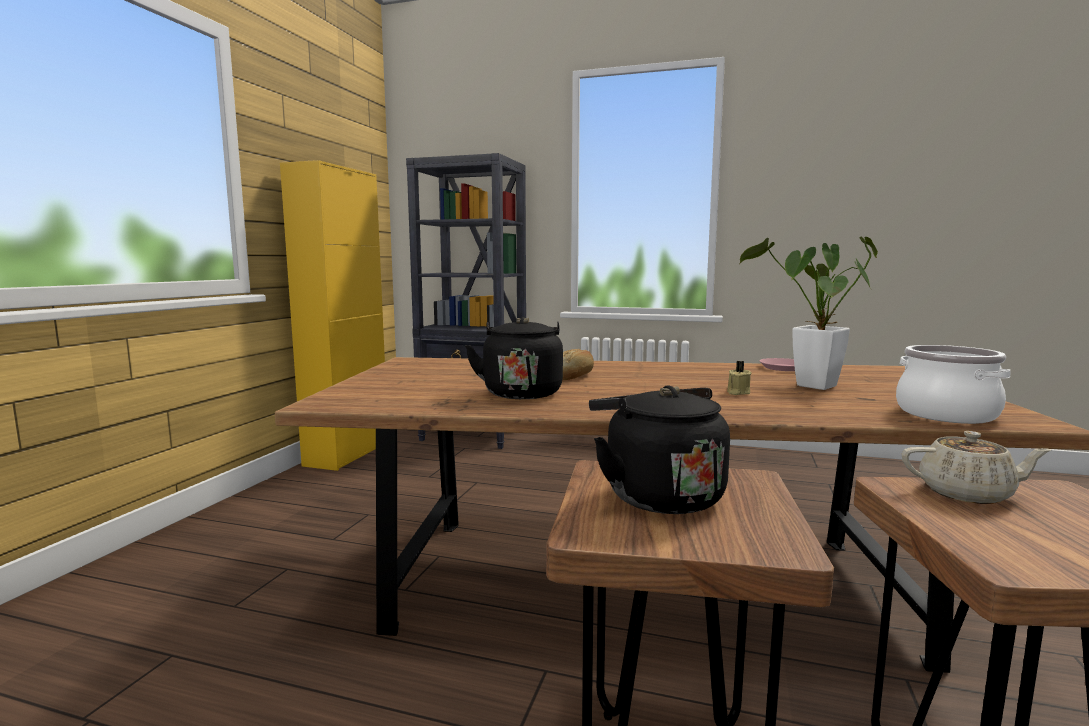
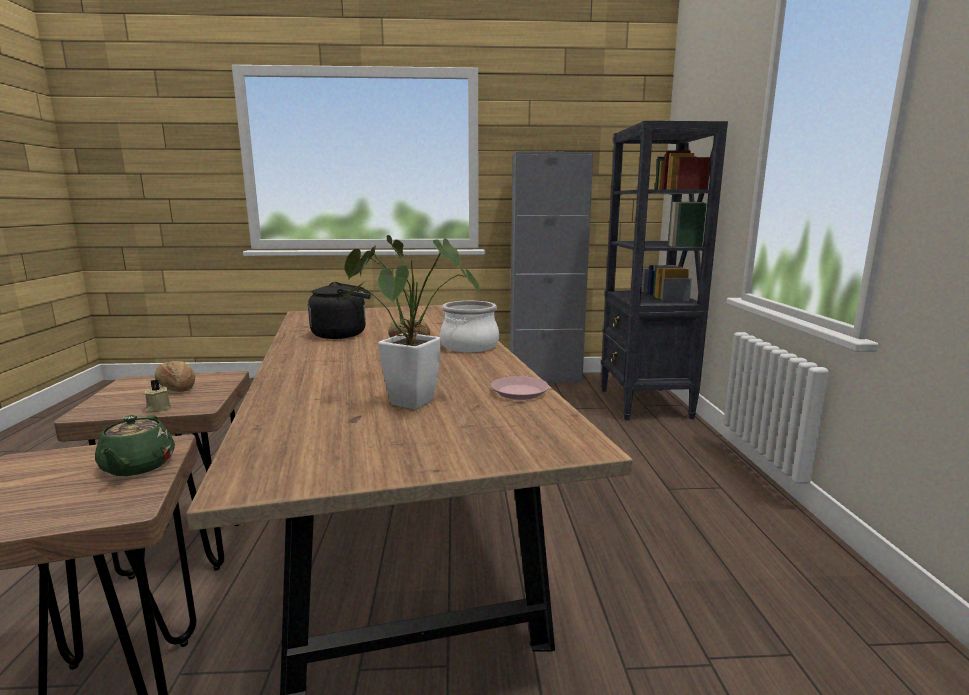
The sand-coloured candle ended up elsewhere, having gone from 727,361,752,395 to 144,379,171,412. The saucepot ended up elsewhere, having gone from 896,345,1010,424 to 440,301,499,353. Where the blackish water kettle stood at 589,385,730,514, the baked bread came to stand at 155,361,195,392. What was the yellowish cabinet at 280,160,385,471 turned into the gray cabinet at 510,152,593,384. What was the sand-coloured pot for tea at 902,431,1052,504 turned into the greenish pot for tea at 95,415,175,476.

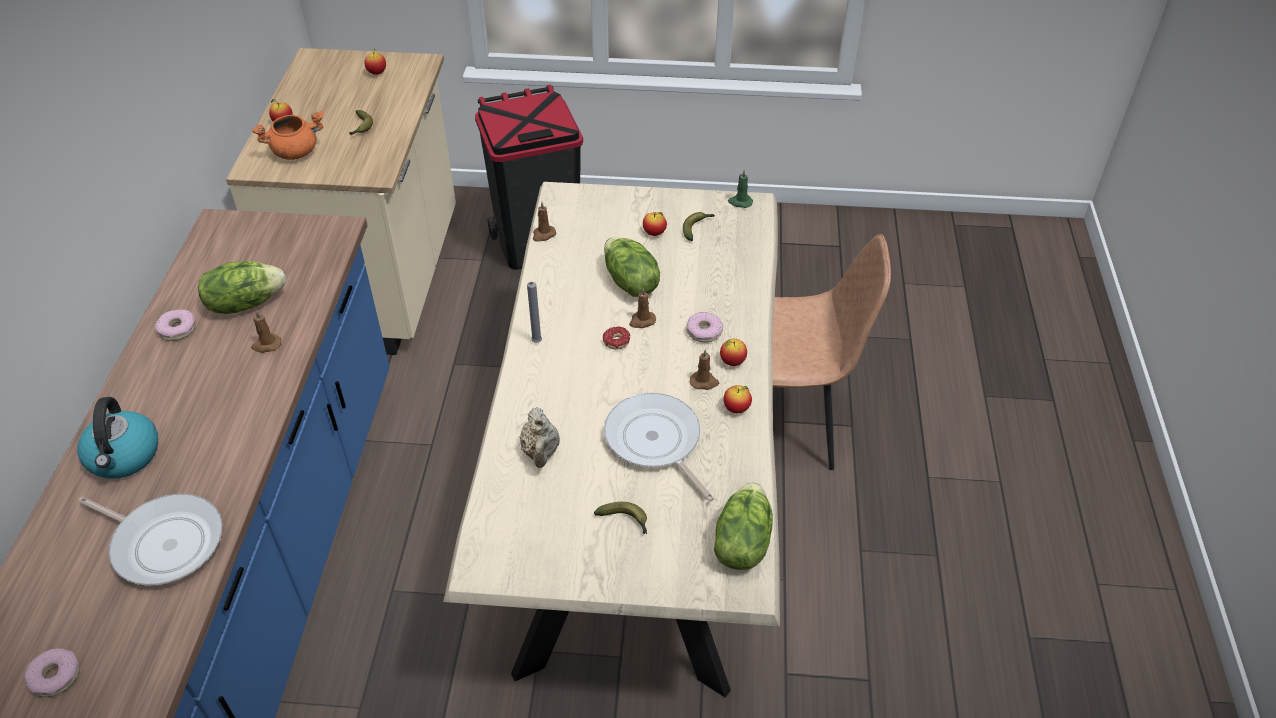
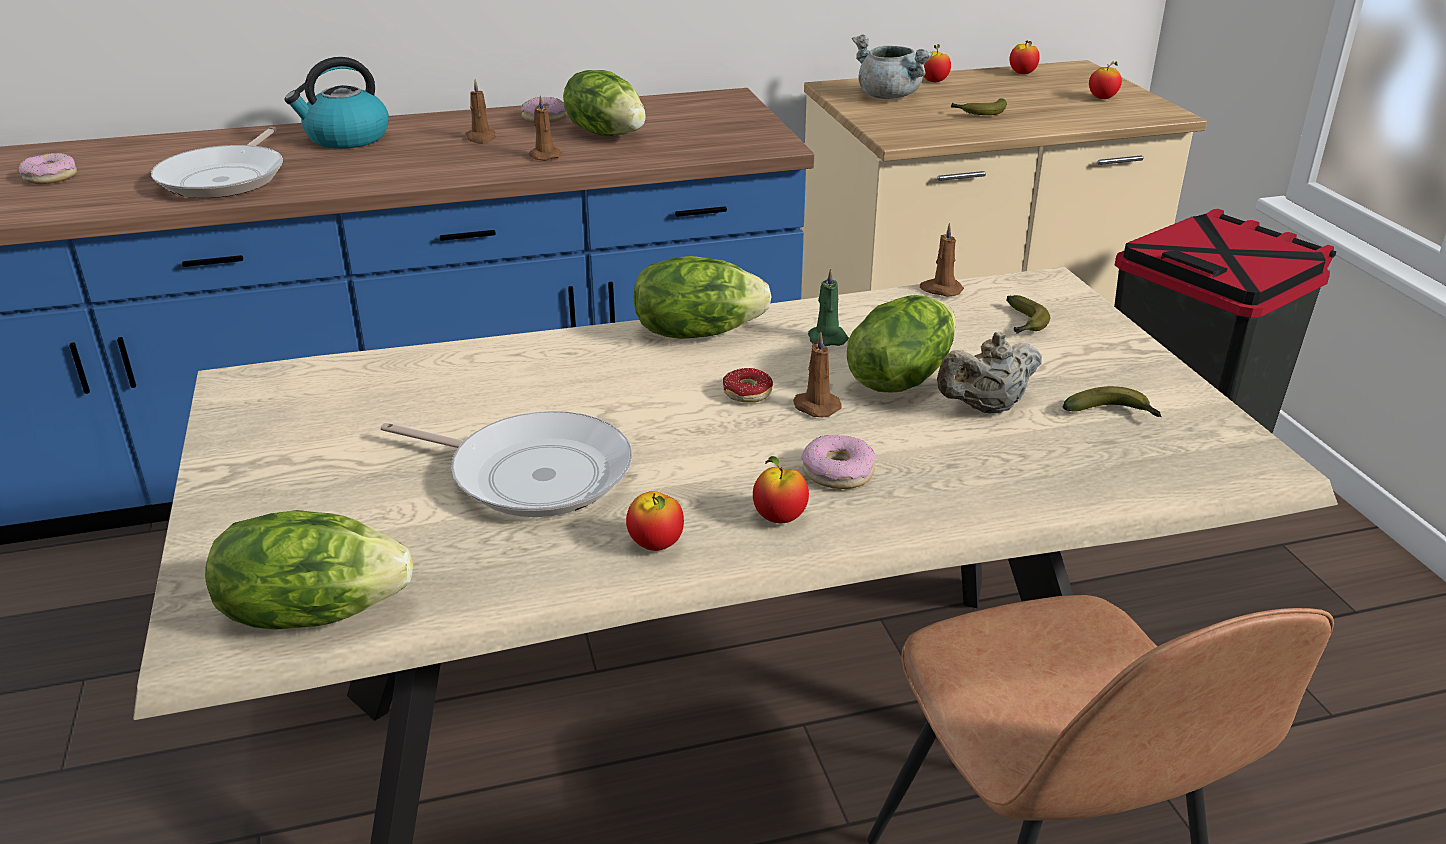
The sand-coloured pot for tea ended up elsewhere, having gone from 520,407,560,468 to 937,332,1042,414. The banana ended up elsewhere, having gone from 594,502,647,534 to 1006,295,1050,334. The apple ended up elsewhere, having gone from 643,212,667,236 to 1010,41,1040,74. The brown candle ended up elsewhere, having gone from 690,349,719,390 to 465,79,496,144. The greenish candle ended up elsewhere, having gone from 728,170,753,208 to 808,268,849,346. Where the gray candle stood at 527,282,542,343, the head of lettuce came to stand at 633,256,772,339. What was the orangey saucepot at 252,111,324,160 turned into the gray saucepot at 852,34,933,99. The pan at 604,393,714,502 ended up facing another way, 75 degrees clockwise from before.

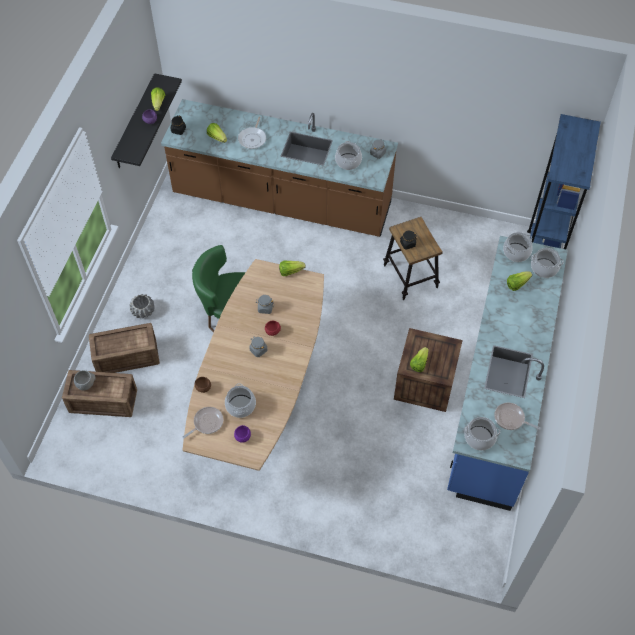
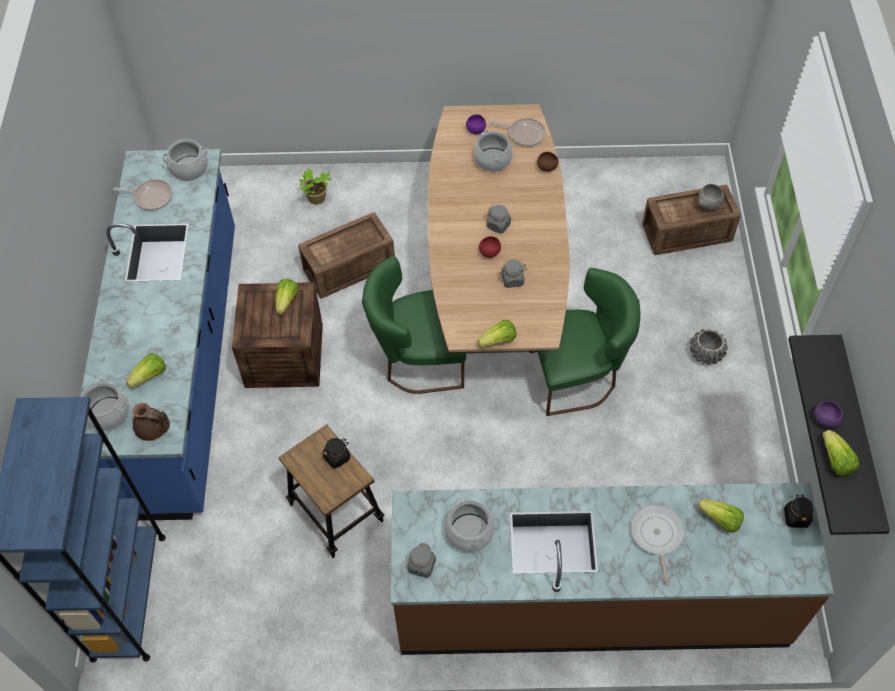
The second view gained the potted plant at 299,169,332,205. The second view gained the greenish plain chair at 362,256,466,394. The packing crate ended up elsewhere, having gone from 89,323,160,373 to 298,212,395,299. Where the saucepot stood at 503,232,533,262, the brown pot for tea came to stand at 132,403,170,441. The pan at 182,407,223,439 ended up facing another way, 105 degrees counterclockwise from before.

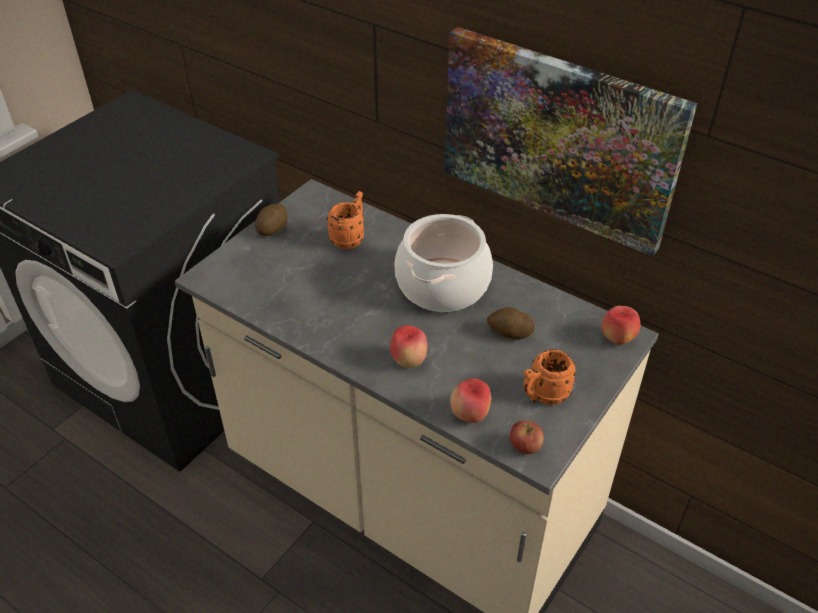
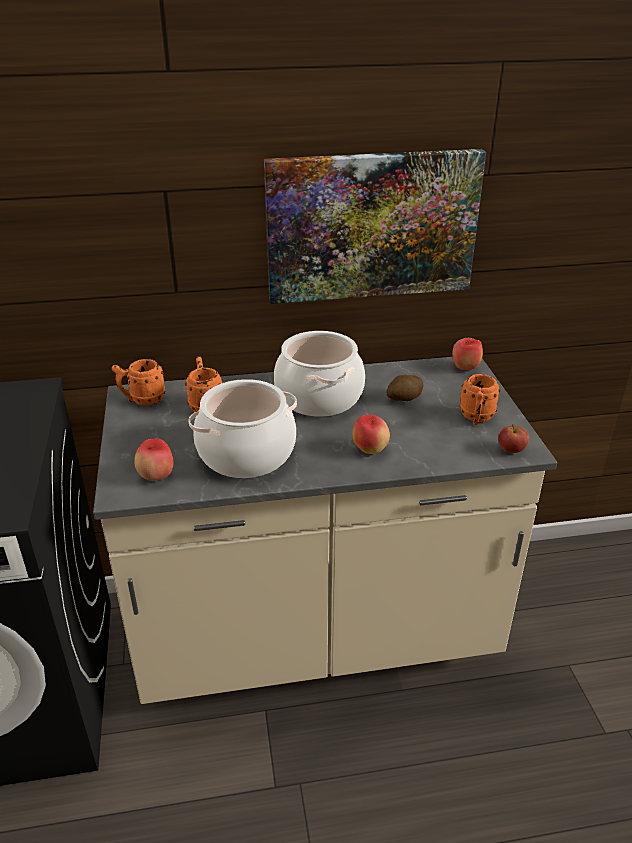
The second view lost the whole potato at 255,204,287,236. The second view gained the orangey tea mug at 112,359,165,406. The second view gained the saucepot at 189,379,297,478. The apple ended up elsewhere, having gone from 450,378,491,423 to 134,438,173,481.

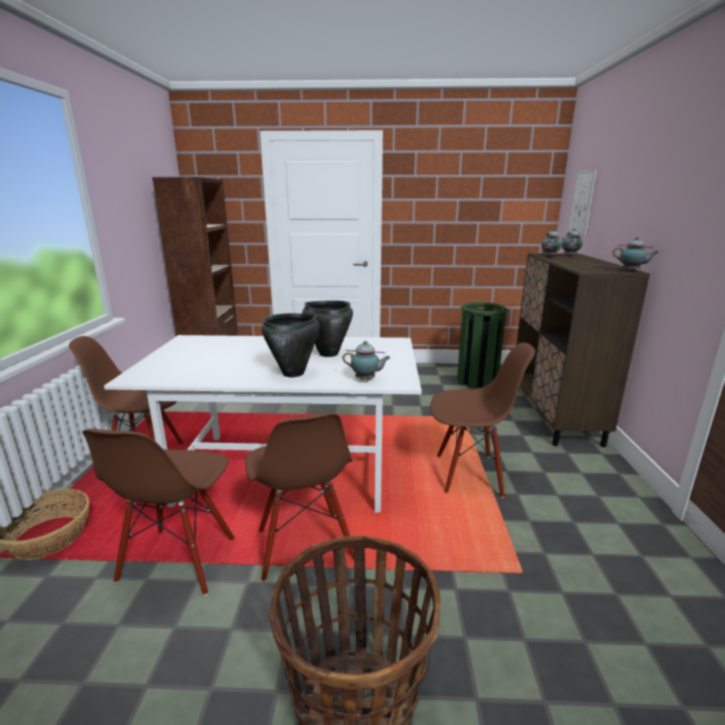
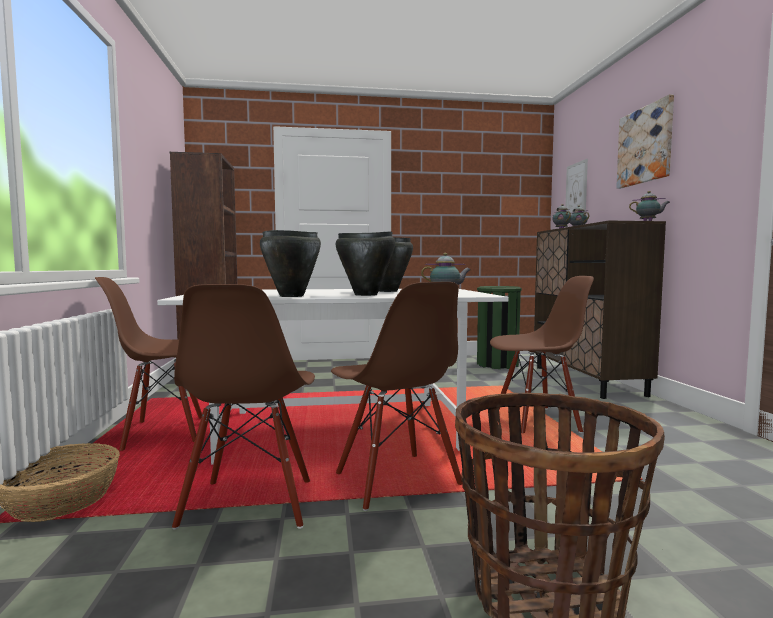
The second view gained the blackish saucepot at 260,230,321,297. The second view gained the wall art at 616,94,674,189.

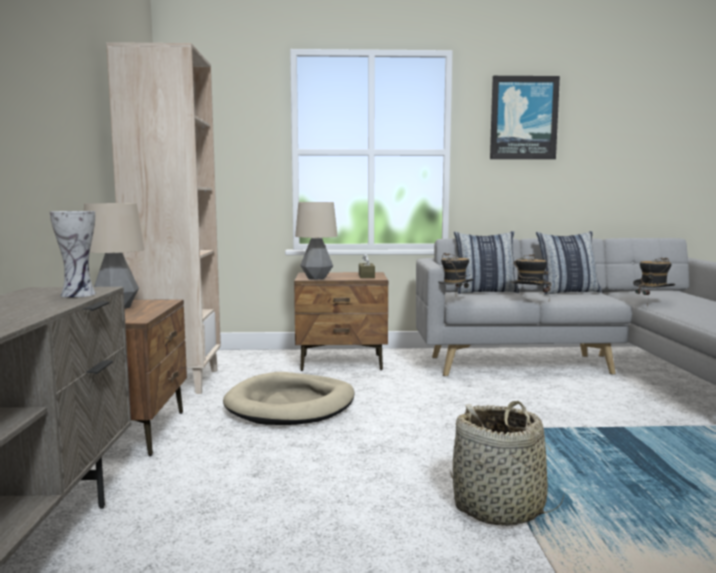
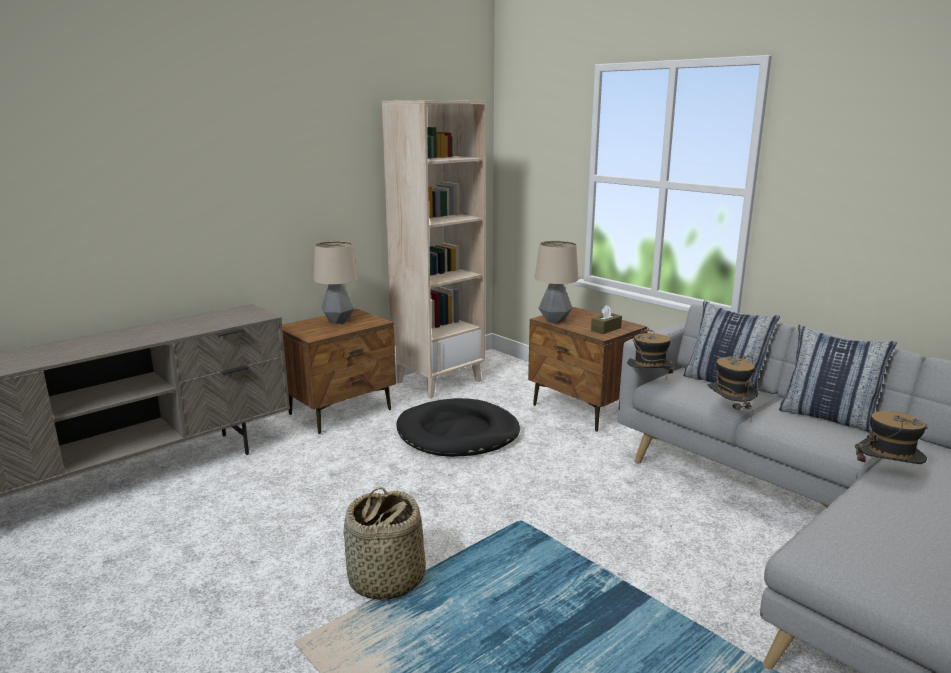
The second view lost the flower vase at 50,211,96,297. The second view lost the wall art at 490,76,560,159. What was the sand-coloured dog cushion at 223,372,354,425 turned into the blackish dog cushion at 396,398,520,457.

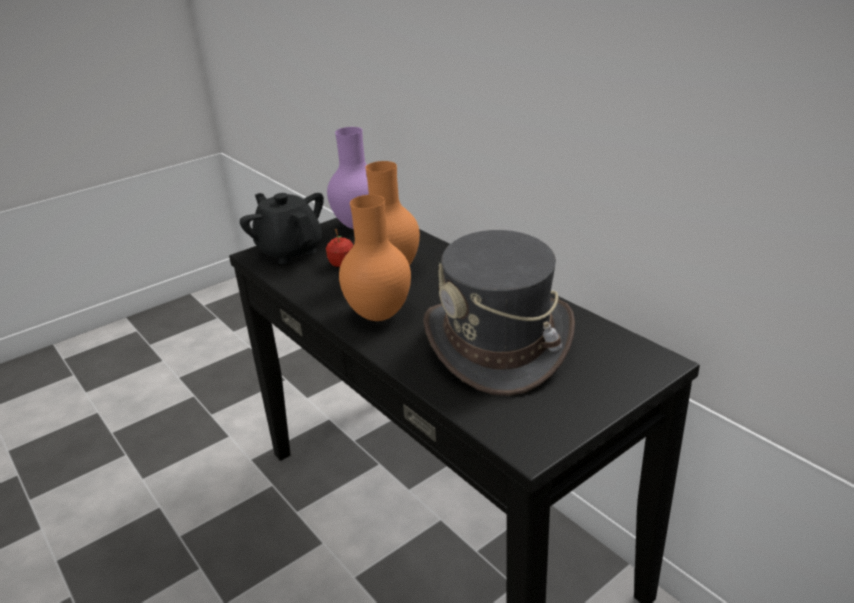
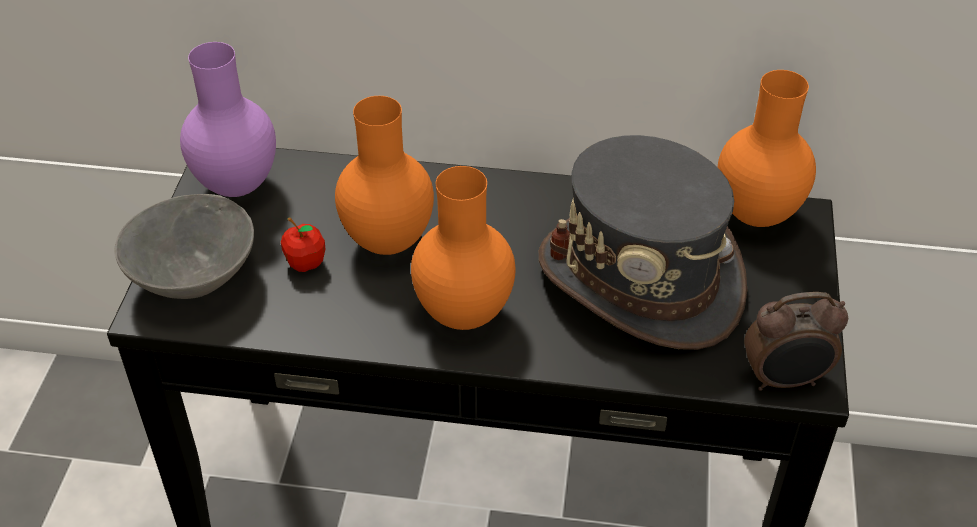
The second view gained the orangey flower vase at 718,70,816,227. The second view gained the bedside clock at 744,292,848,391. Where the blackish pot for tea stood at 240,193,324,264, the gray bowl came to stand at 114,194,254,299.

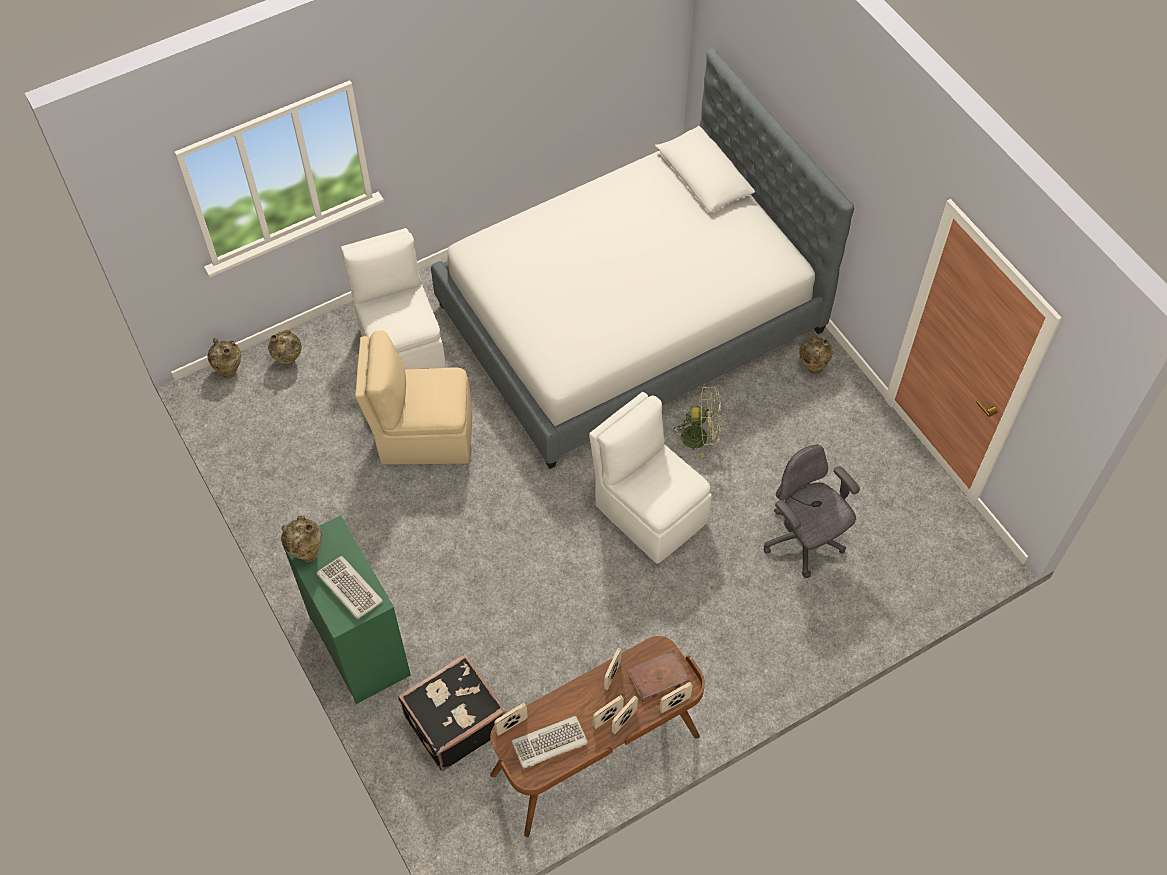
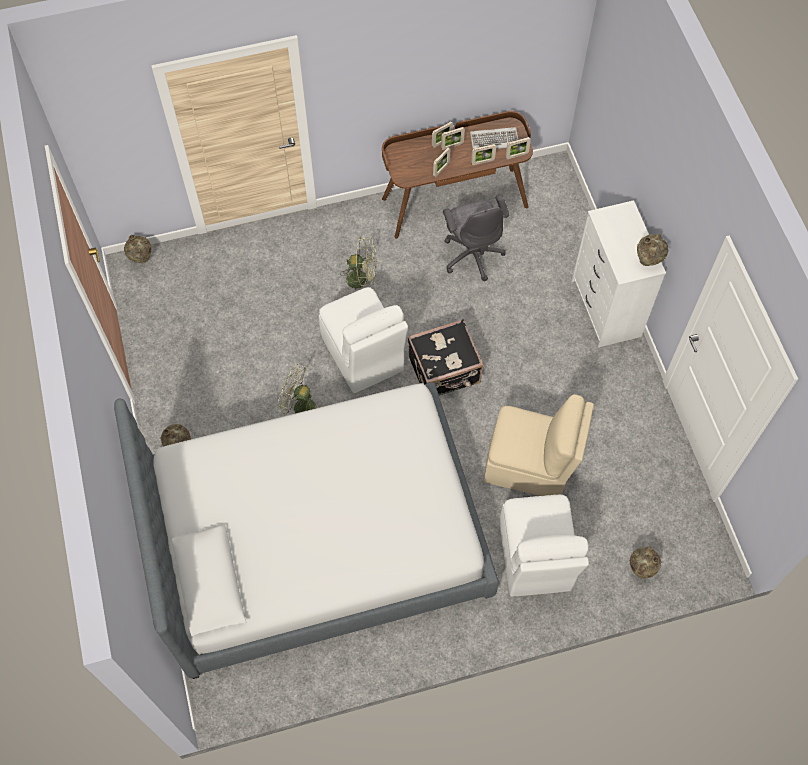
The second view lost the computer keyboard at 316,556,383,619. The second view lost the brown bound book at 627,650,690,702. The second view gained the greenish electric fan at 340,238,377,290. The sand-coloured flower vase ended up elsewhere, having gone from 208,338,241,378 to 124,235,152,263. The blackish piece of luggage ended up elsewhere, having gone from 398,653,505,771 to 408,319,484,396. The photo frame ended up elsewhere, having gone from 659,682,693,713 to 471,144,496,165. The gray desk chair ended up elsewhere, having gone from 764,444,860,578 to 443,195,509,281. What was the greenish chest of drawers at 282,515,411,704 turned into the whitish chest of drawers at 572,200,666,347.

